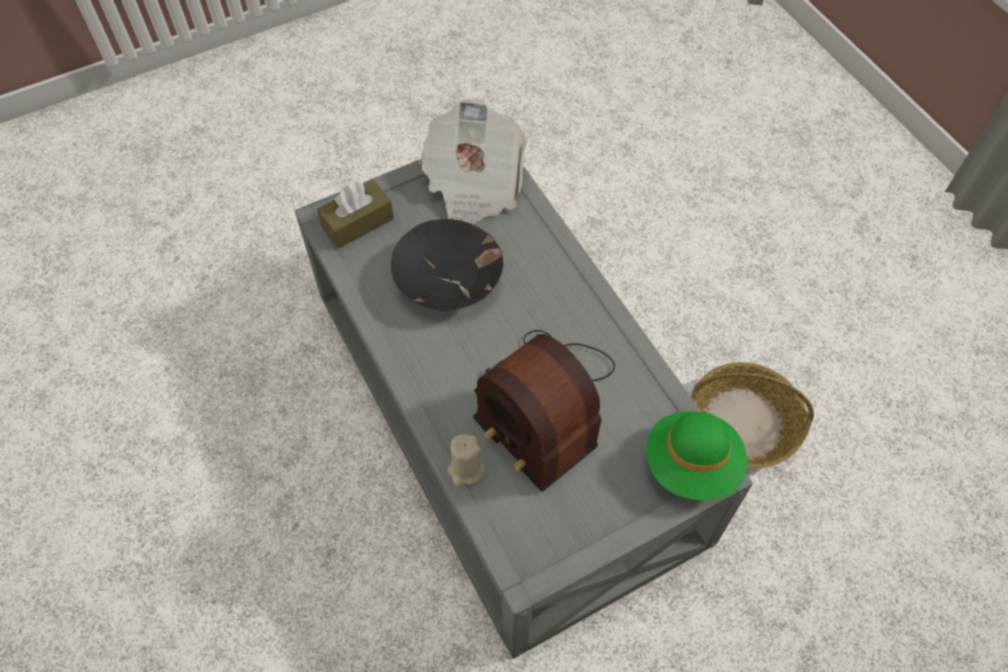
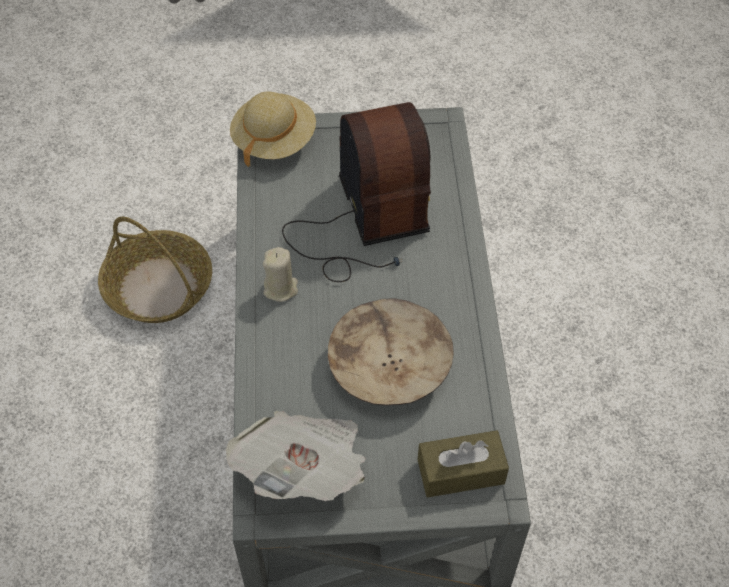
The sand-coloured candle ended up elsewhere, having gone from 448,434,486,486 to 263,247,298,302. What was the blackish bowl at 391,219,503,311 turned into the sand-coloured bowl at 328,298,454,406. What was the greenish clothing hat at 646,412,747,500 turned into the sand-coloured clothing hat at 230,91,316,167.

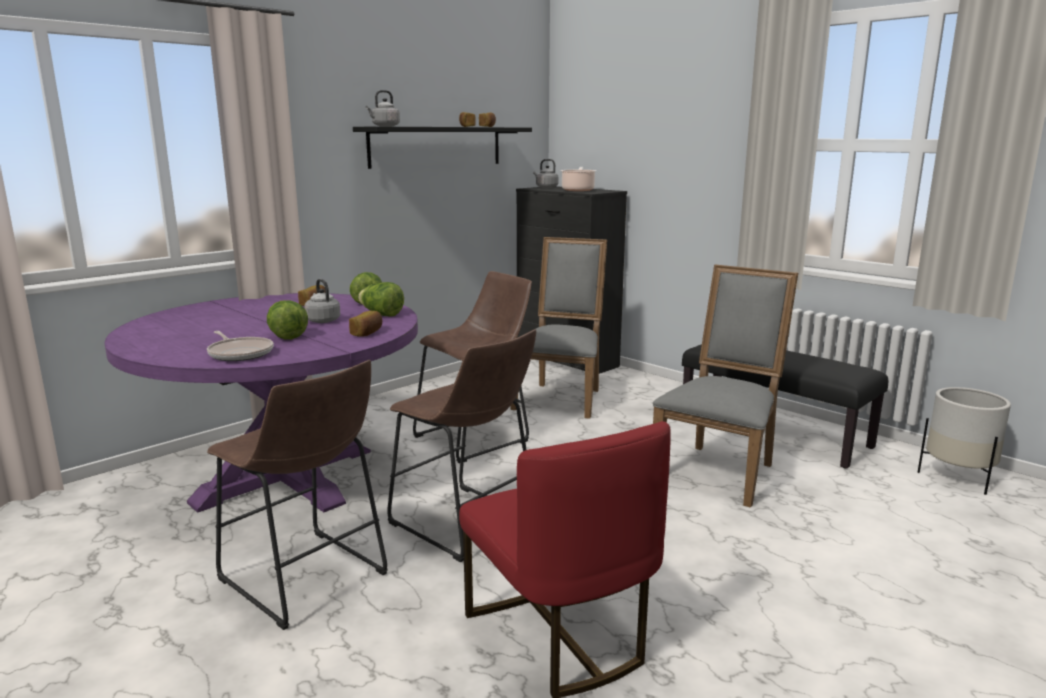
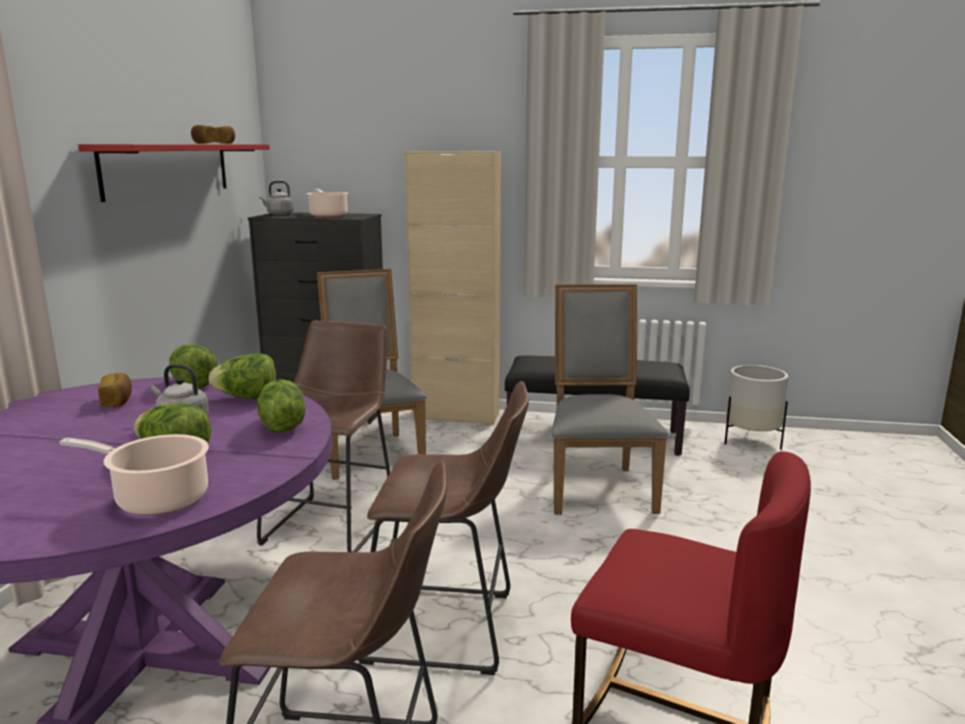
The second view lost the gray water kettle at 366,90,400,126. The second view gained the sand-coloured cabinet at 405,151,501,425. Where the pan stood at 207,331,274,361, the saucepot came to stand at 59,434,209,515. Where the baked bread stood at 349,311,382,337, the head of lettuce came to stand at 257,379,305,432. What was the blackish shelf at 353,126,532,169 turned into the red shelf at 78,144,270,202.

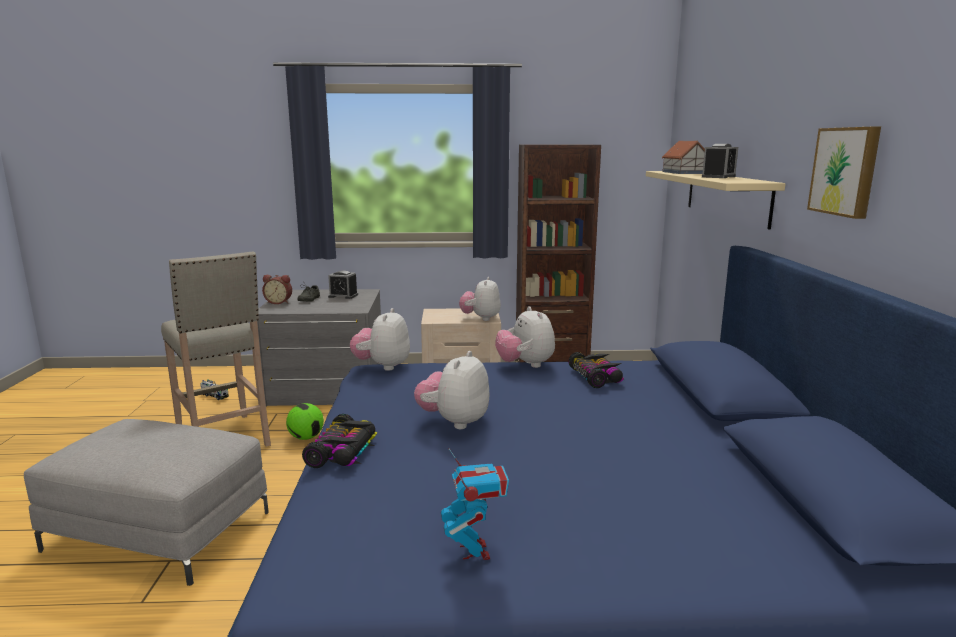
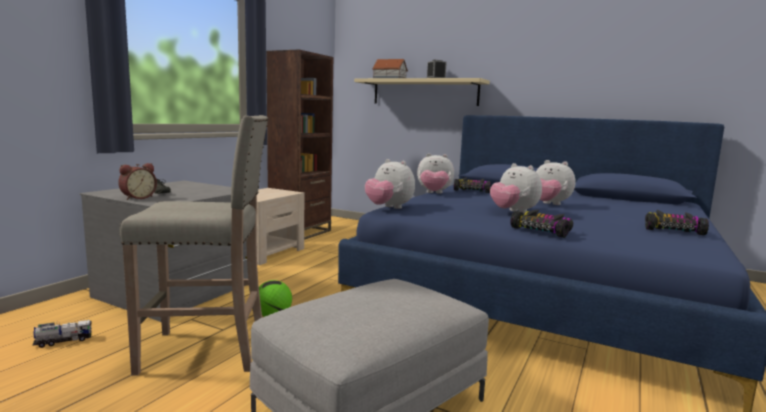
The second view lost the bedside clock at 328,271,358,299. The second view lost the wall art at 807,127,881,219. The soft toy ended up elsewhere, having gone from 459,277,501,321 to 536,160,576,205. Where the robot figure stood at 441,448,509,560, the miniature car came to stand at 645,210,709,235.

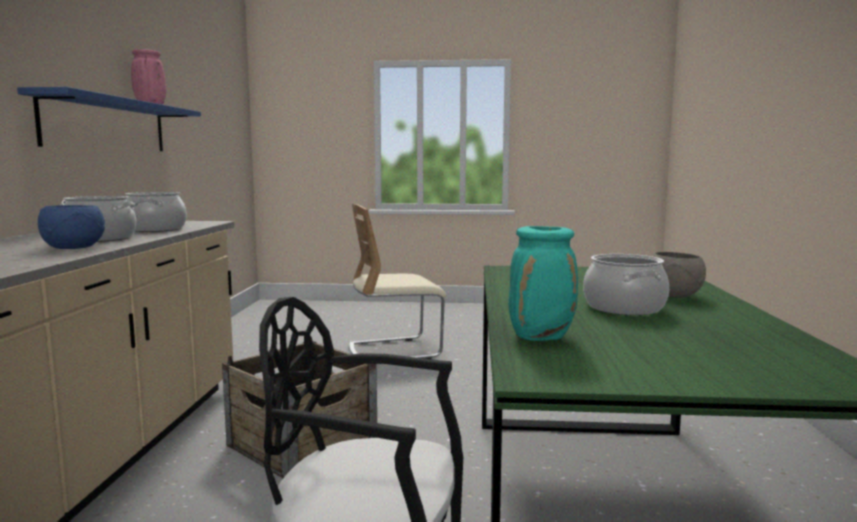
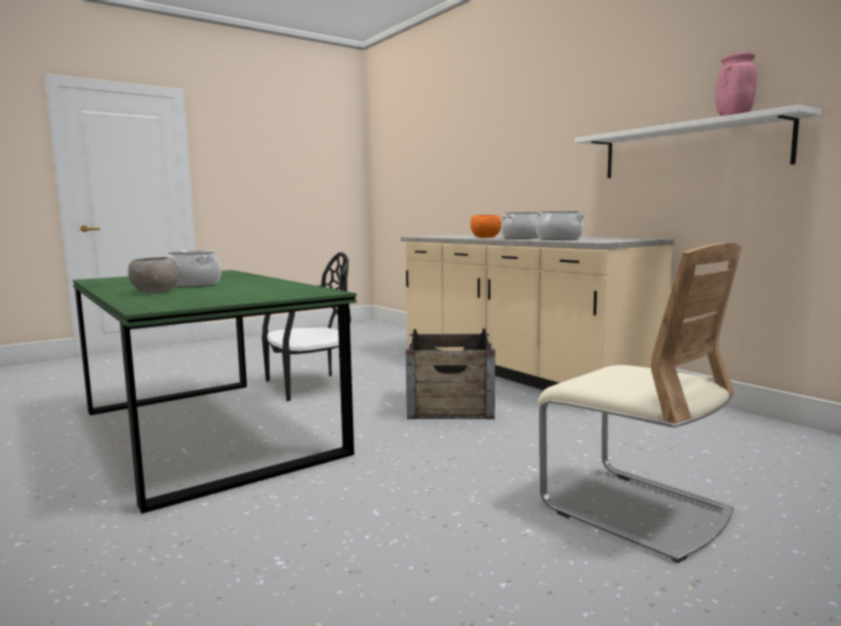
The second view lost the turquoise flower vase at 508,226,578,341. What was the bluish shelf at 17,87,201,151 turned into the whitish shelf at 575,105,821,178. What was the bluish bowl at 38,205,105,249 turned into the orangey bowl at 470,215,502,238. The sand-coloured plain chair at 349,204,446,359 ended up facing another way, 105 degrees clockwise from before.

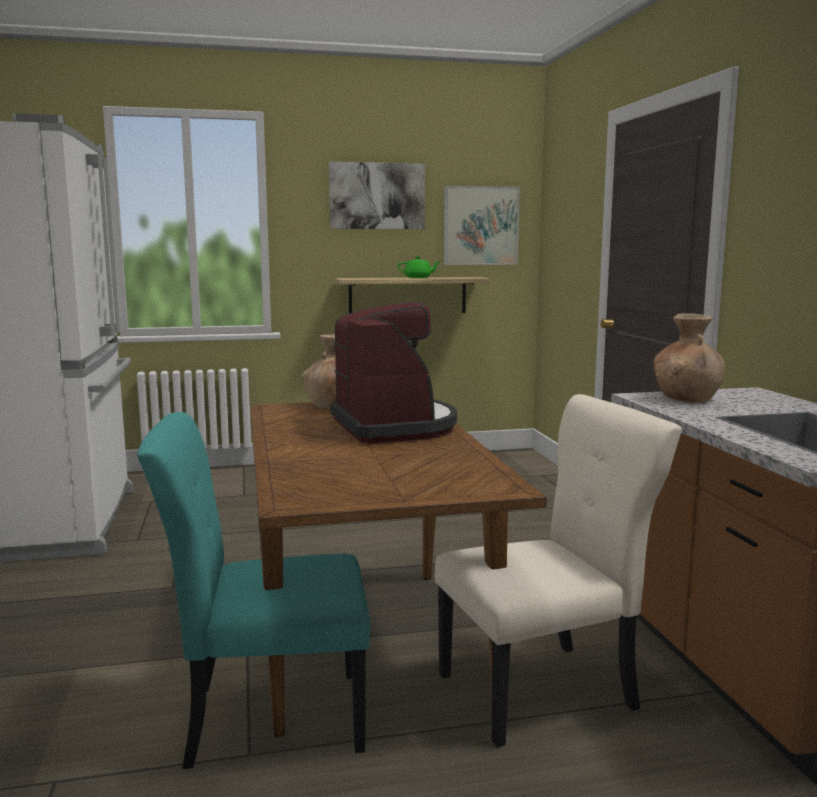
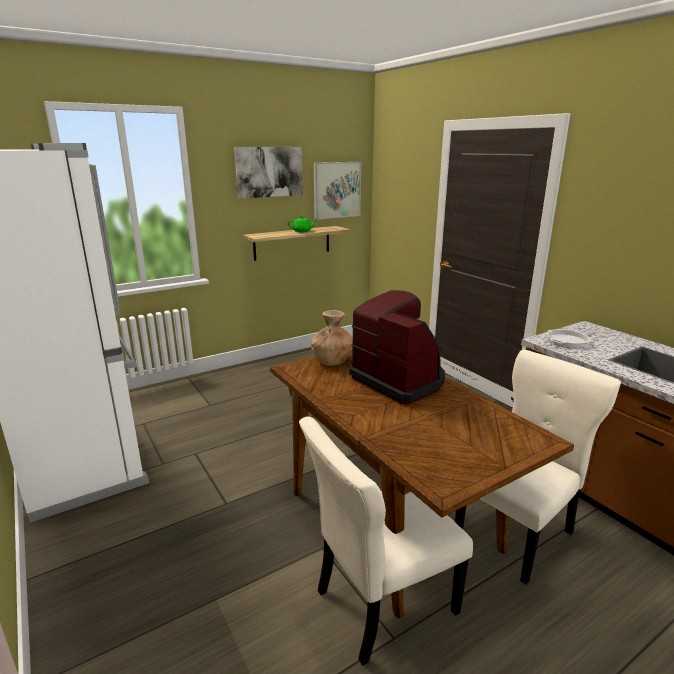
Where the brown flower vase stood at 654,313,725,403, the pan came to stand at 547,326,593,348. What was the turquoise plain chair at 137,412,370,769 turned into the sand-coloured plain chair at 299,416,473,666.

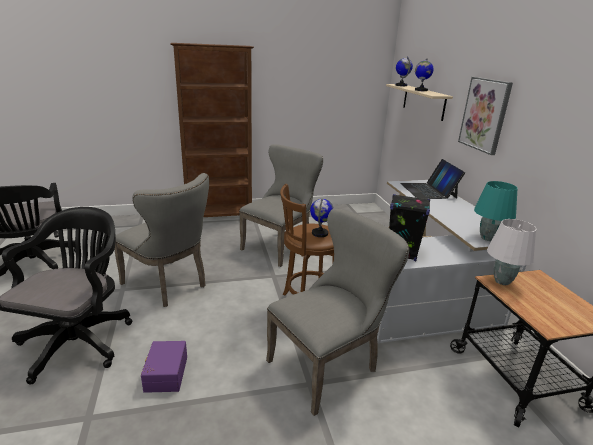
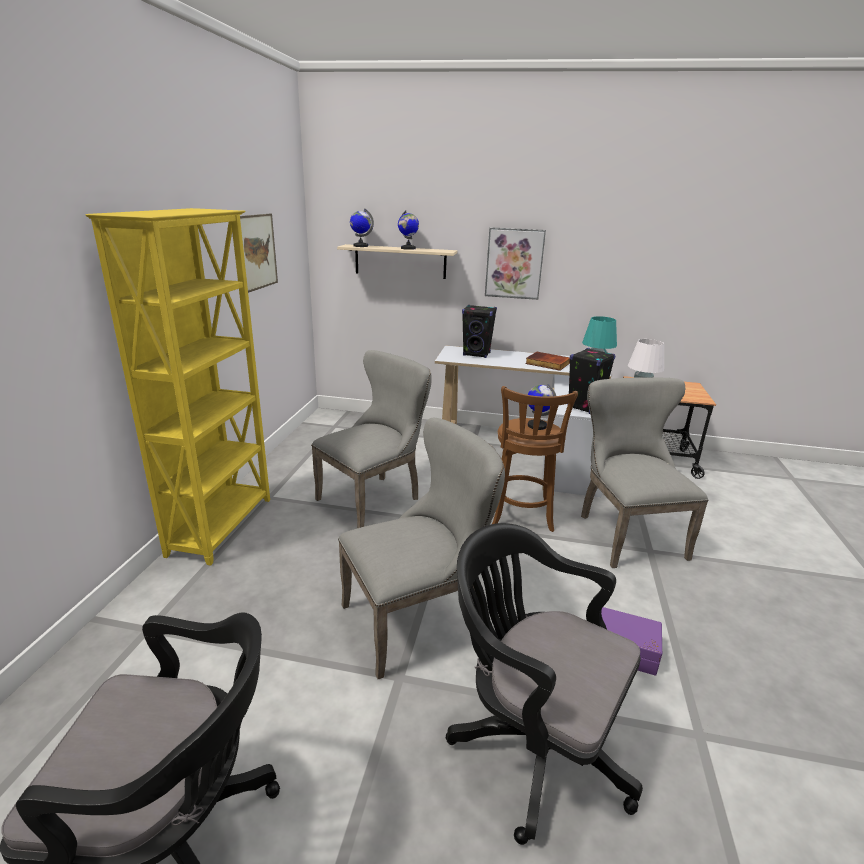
The second view gained the wall art at 240,214,278,293. The second view gained the bound book at 525,352,570,371. Where the portable computer stood at 400,159,465,199, the blackish speaker came to stand at 462,305,497,358. What was the brown shelving unit at 170,43,254,217 turned into the yellowish shelving unit at 85,208,270,566. The gray plain chair at 239,144,323,267 ended up facing another way, 75 degrees clockwise from before.

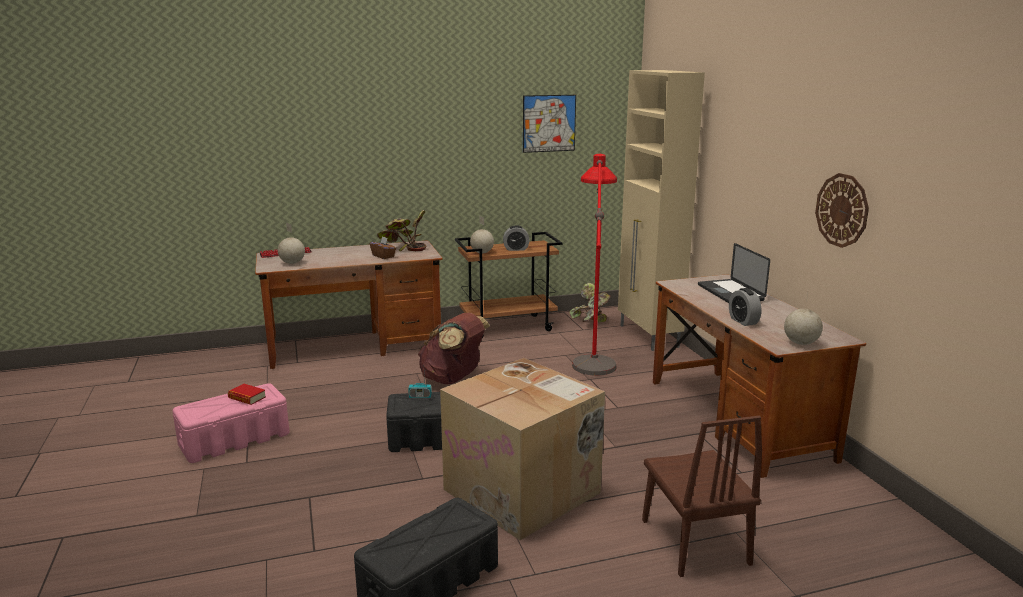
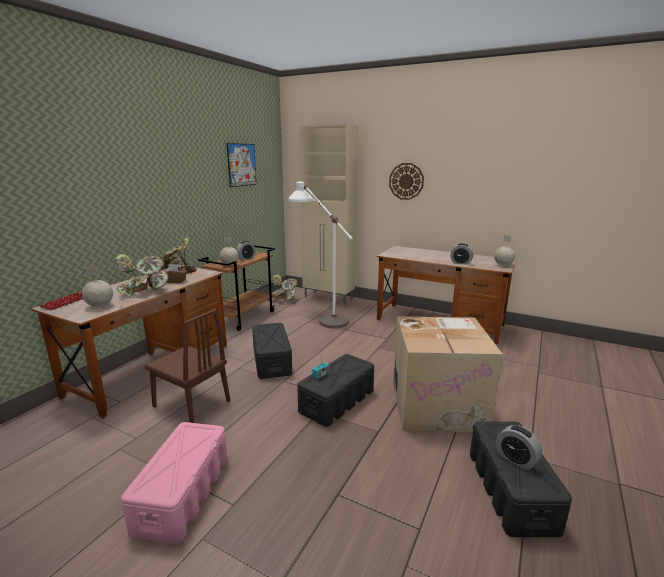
The second view lost the bound book at 228,384,266,405. The second view lost the portable computer at 698,243,770,303. The second view gained the potted plant at 115,254,168,297. The second view gained the bedside clock at 496,425,542,470. The brown plain chair ended up elsewhere, having gone from 642,416,762,577 to 144,309,230,423. The clock on the wall ended up elsewhere, having gone from 815,173,869,248 to 389,163,424,200. Where the brown backpack stood at 418,313,490,384, the blackish storage container came to stand at 252,323,292,379. What was the red standard lamp at 572,154,617,376 turned into the whitish standard lamp at 288,182,353,328.

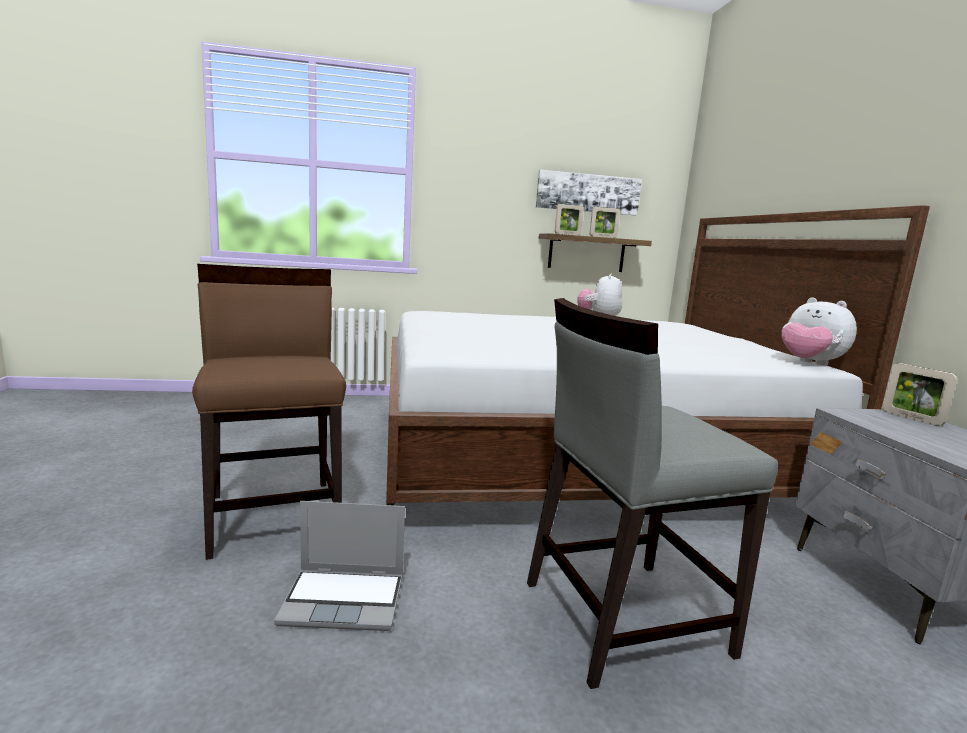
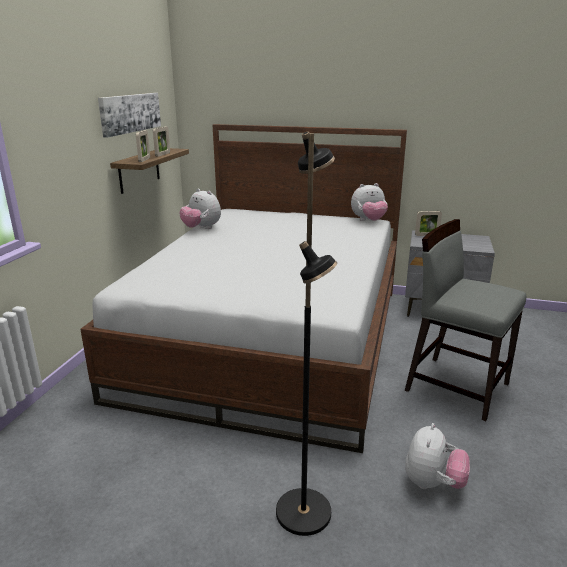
Where the brown plain chair stood at 192,264,346,560, the blackish standard lamp came to stand at 276,132,337,536. Where the portable computer stood at 274,501,405,631, the soft toy came to stand at 405,423,470,489. The gray plain chair at 527,298,778,689 ended up facing another way, 120 degrees clockwise from before.

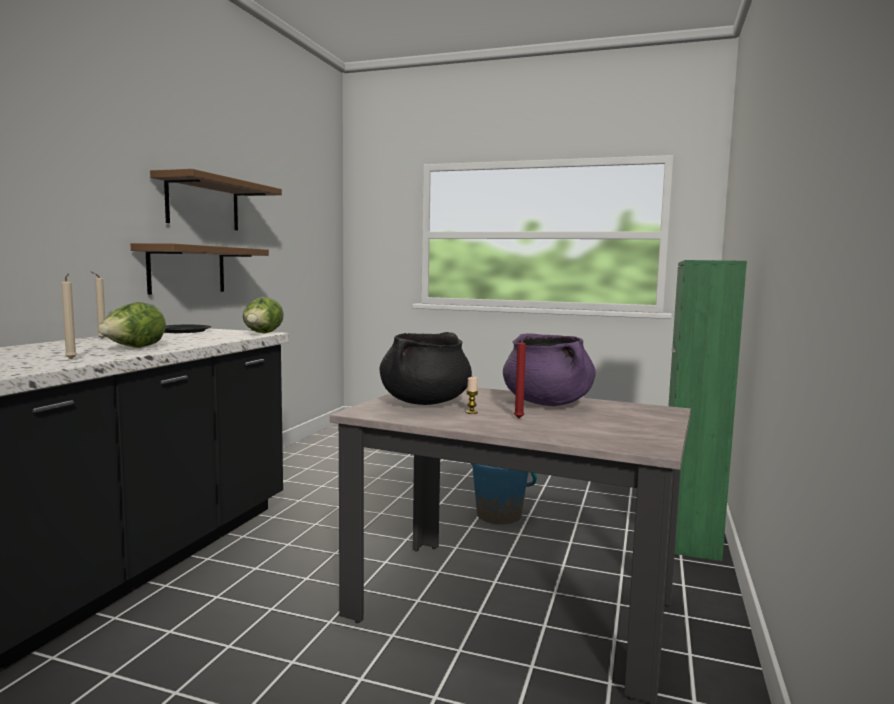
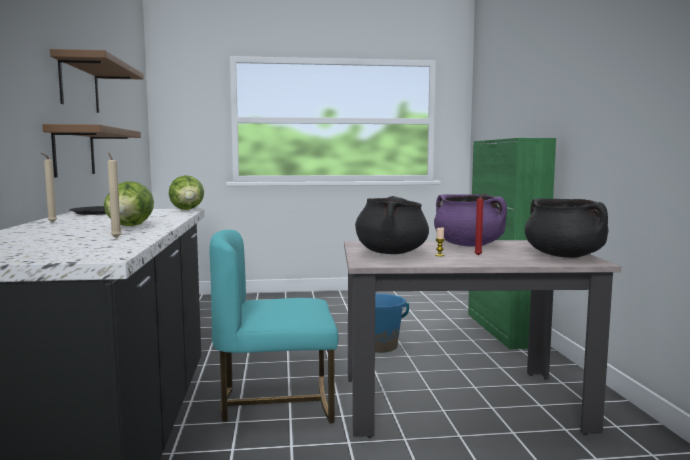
The second view gained the turquoise plain chair at 210,230,339,423. The second view gained the blackish saucepot at 525,198,609,258.

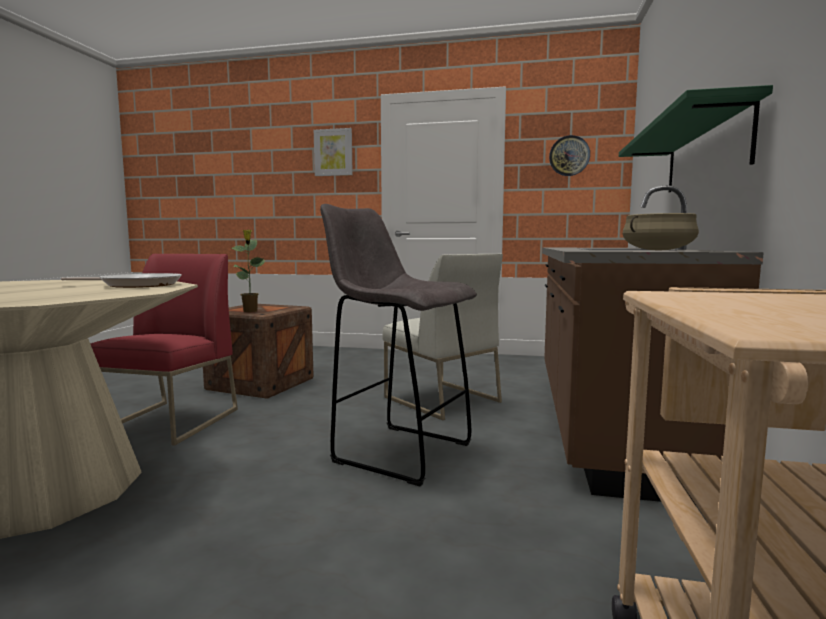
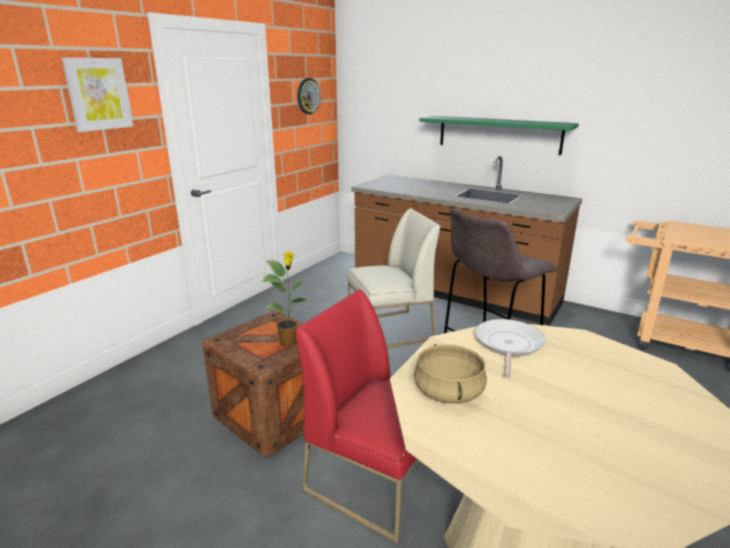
The sand-coloured saucepot ended up elsewhere, having gone from 622,213,699,251 to 414,344,487,404.

